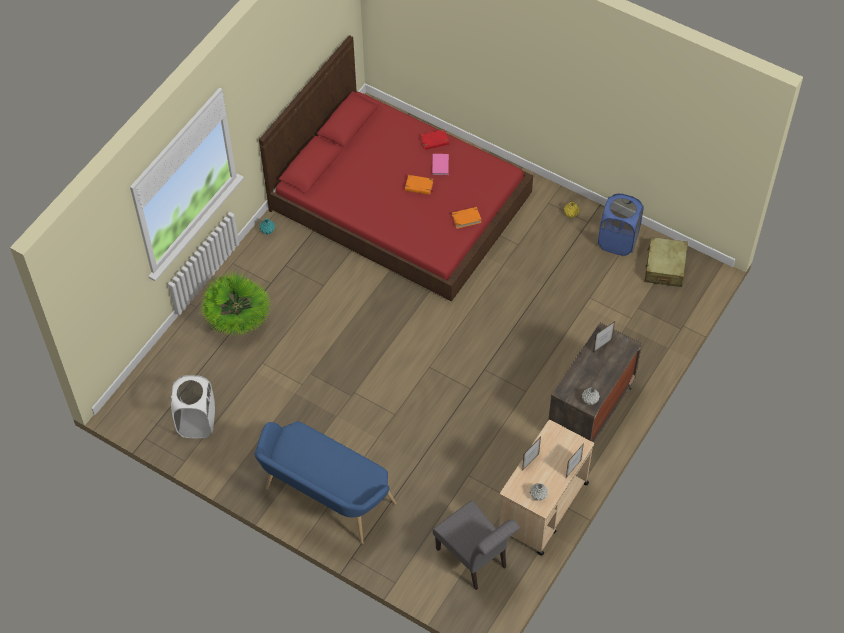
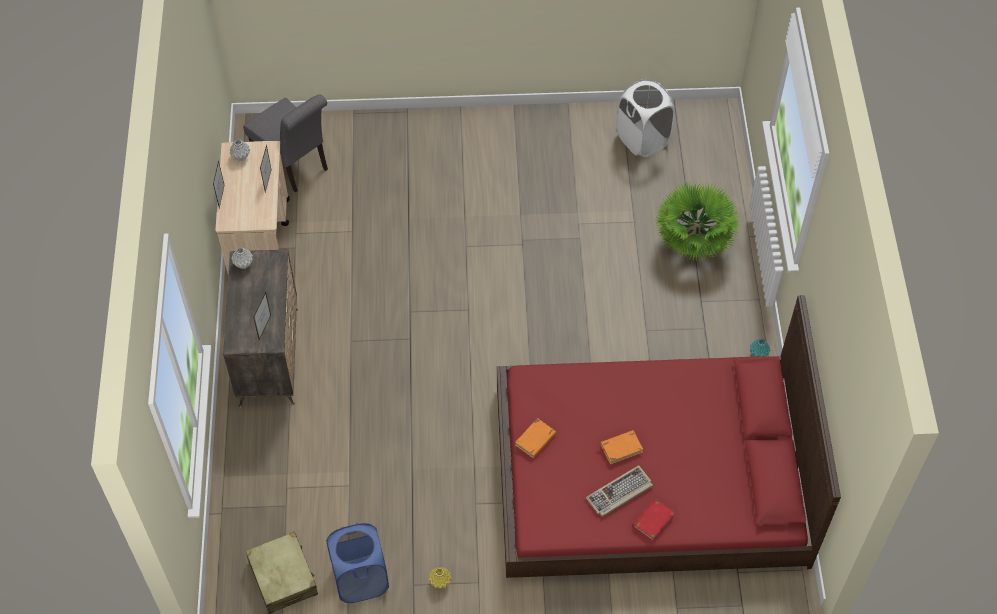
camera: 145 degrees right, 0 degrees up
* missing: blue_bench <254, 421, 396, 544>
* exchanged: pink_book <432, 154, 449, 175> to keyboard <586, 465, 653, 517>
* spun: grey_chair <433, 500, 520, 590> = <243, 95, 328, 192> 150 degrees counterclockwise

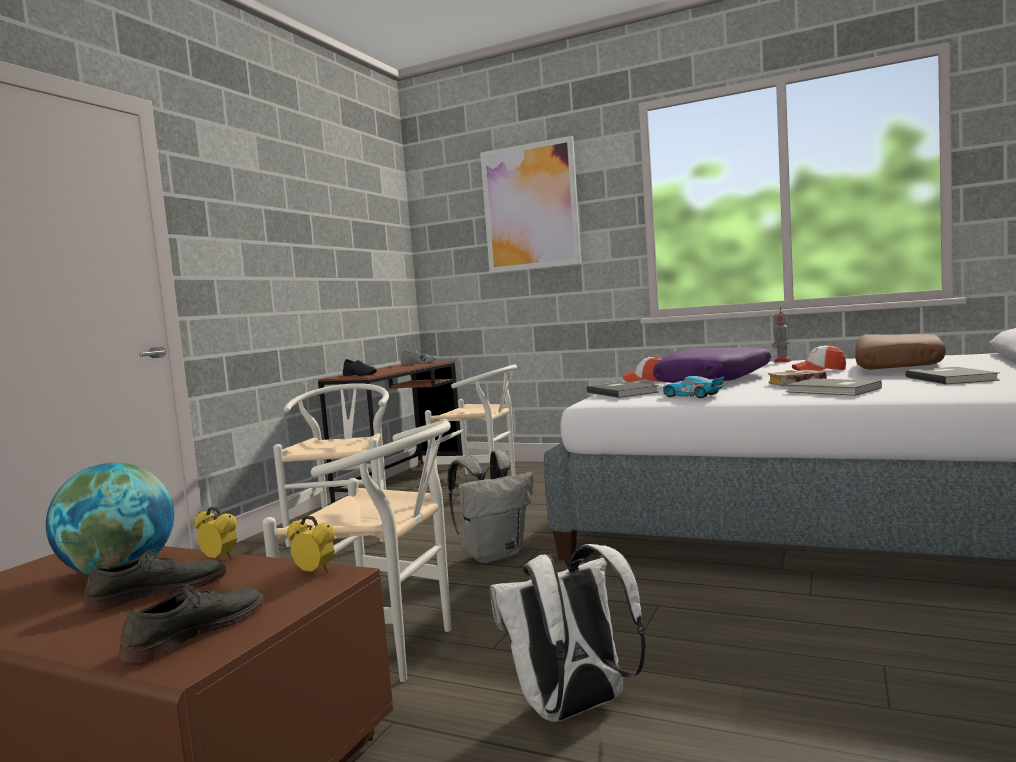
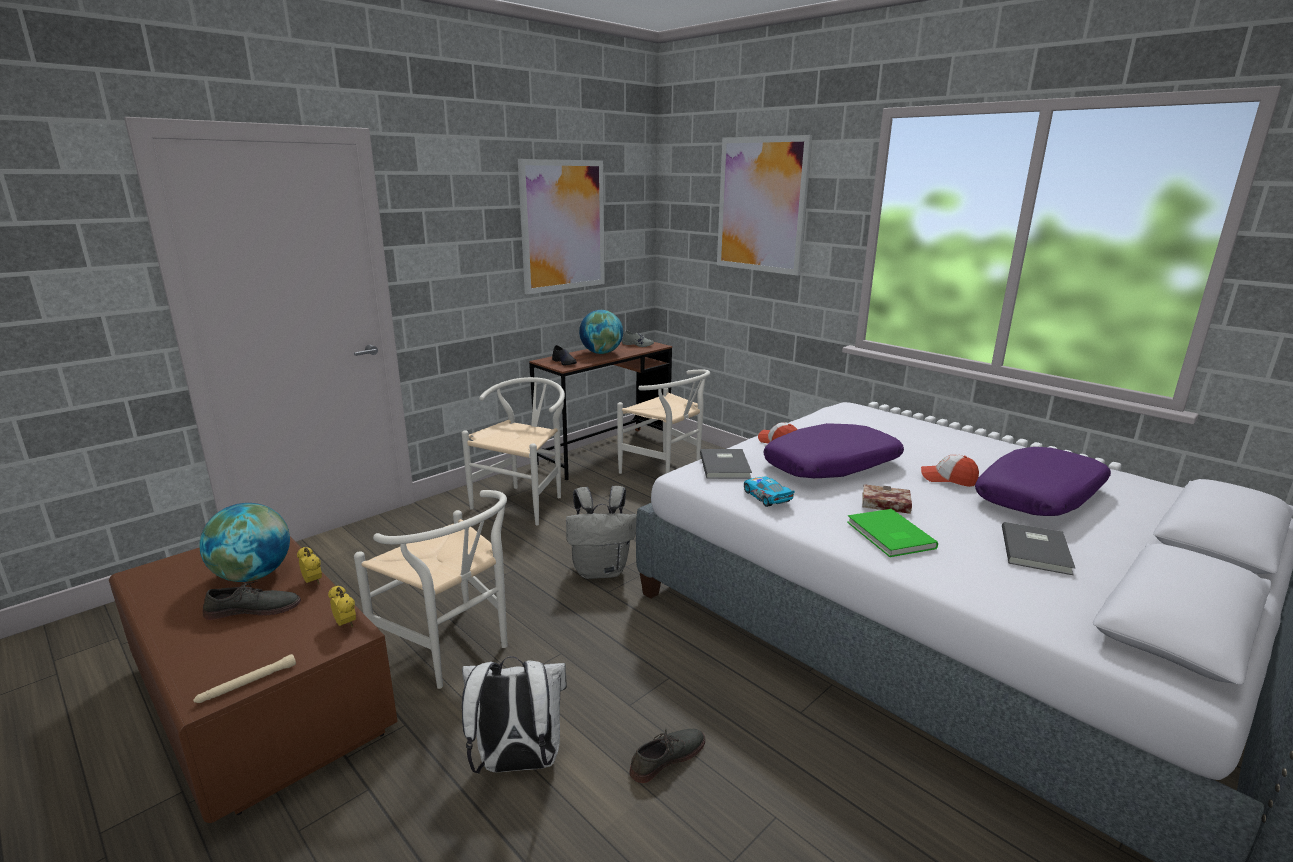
camera: 20 degrees right, 15 degrees up
* missing: toy_robot <772, 307, 792, 363>
* appeared: beige_flashlight <193, 654, 296, 703>
* appeared: picture <518, 159, 605, 294>
* appeared: globe <579, 310, 623, 354>
* relocated: grey_shoe <119, 582, 264, 665> to <629, 729, 705, 783>
* colour: grey_book <786, 378, 882, 396> to green_book <847, 509, 938, 557>
* colour: brown_pillow <855, 334, 946, 370> to purple_pillow <975, 447, 1111, 516>

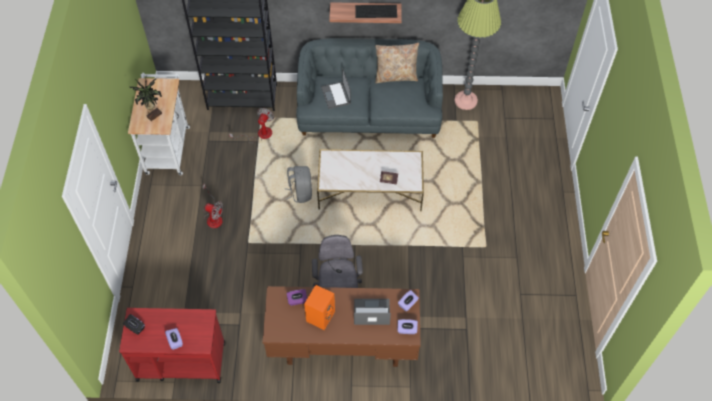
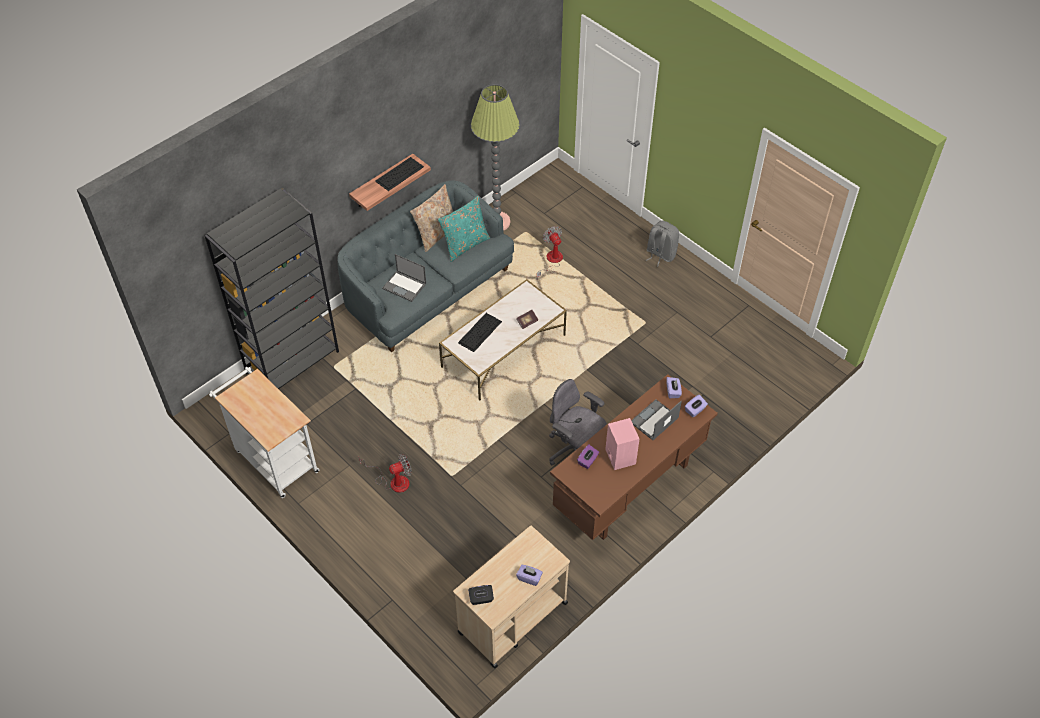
camera: 45 degrees left, 5 degrees down
* missing: potted_plant <130, 78, 162, 121>
* appeared: turquoise_pillow <438, 196, 490, 262>
* appeared: keyboard <458, 313, 502, 352>
* relocated: fan <229, 108, 274, 143> to <536, 226, 563, 279>
* relocated: grey_backpack <285, 166, 312, 203> to <646, 221, 679, 267>
* colour: red_cart <119, 308, 225, 383> to beige_cart <453, 526, 570, 668>
* colour: orange_speaker <304, 285, 335, 330> to pink_speaker <605, 418, 639, 470>

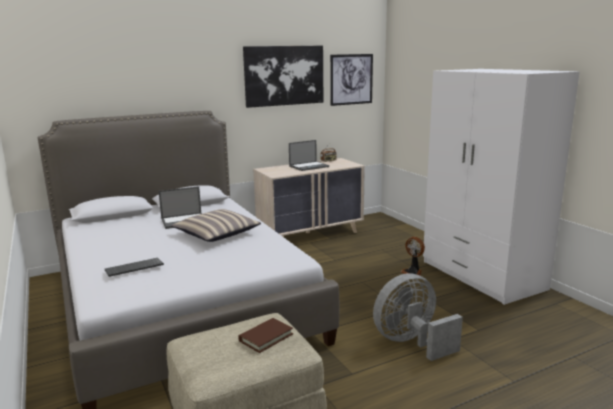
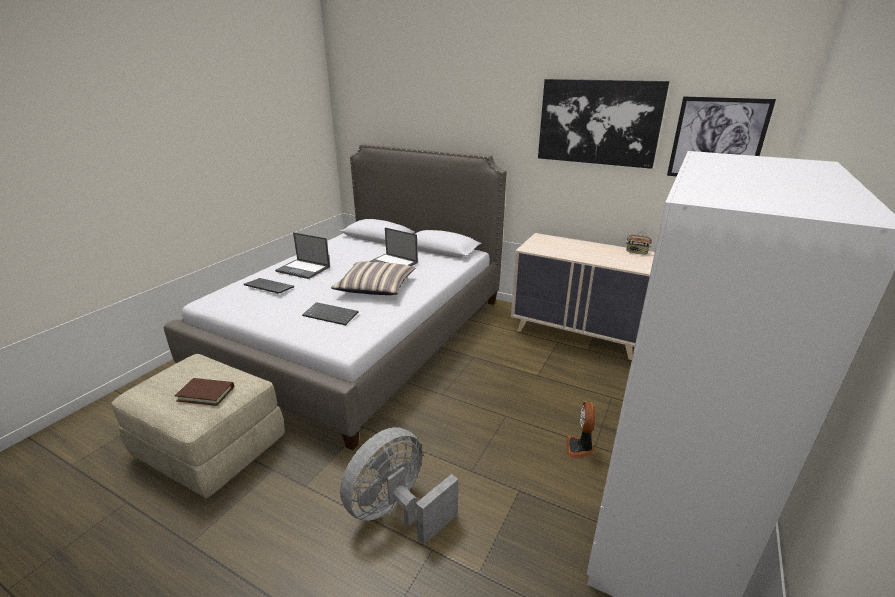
camera: 55 degrees right, 10 degrees up
* appeared: keyboard <302, 302, 358, 325>
* relocated: laptop <289, 140, 329, 171> to <275, 232, 330, 279>
* spun: grey_fan <373, 273, 463, 361> = <340, 427, 458, 545> 75 degrees counterclockwise

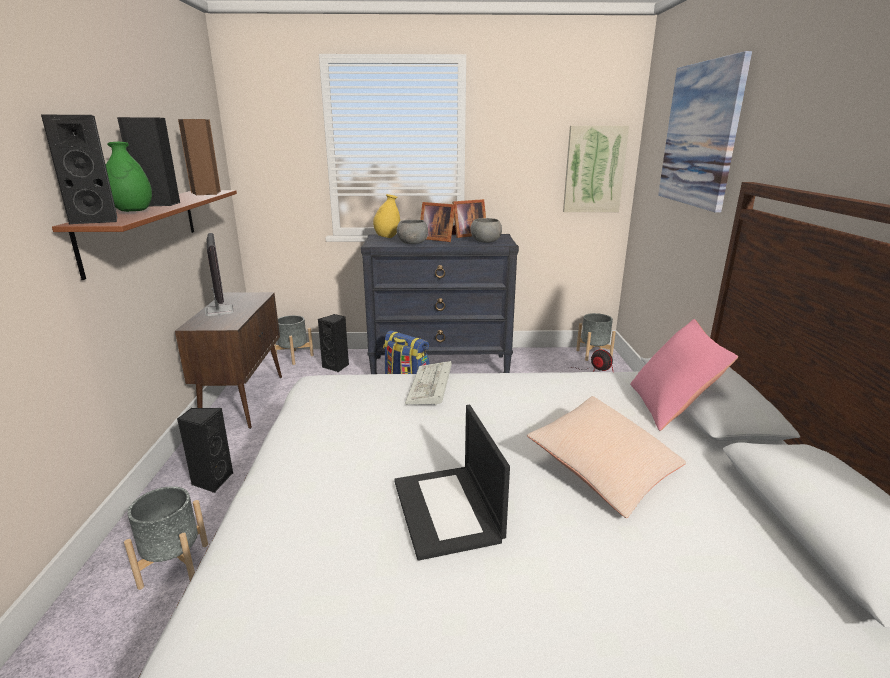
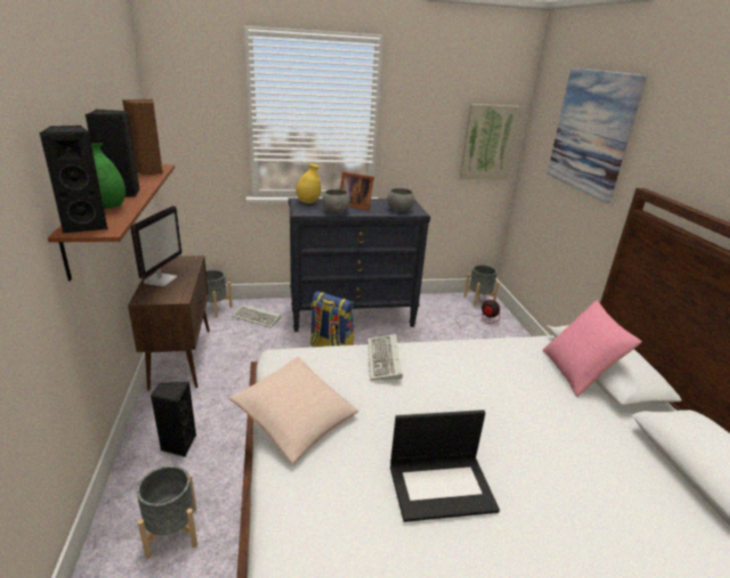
camera: 10 degrees left, 5 degrees up
* missing: picture_frame <452, 199, 486, 238>
* relocated: beige_pillow <527, 396, 686, 518> to <229, 357, 358, 464>
* exchanged: black_speaker <318, 314, 349, 372> to keyboard <232, 304, 281, 328>
* spun: monitor <205, 233, 234, 316> = <131, 206, 182, 287> 45 degrees clockwise
* spun: laptop <394, 405, 510, 561> = <390, 410, 500, 522> 75 degrees counterclockwise

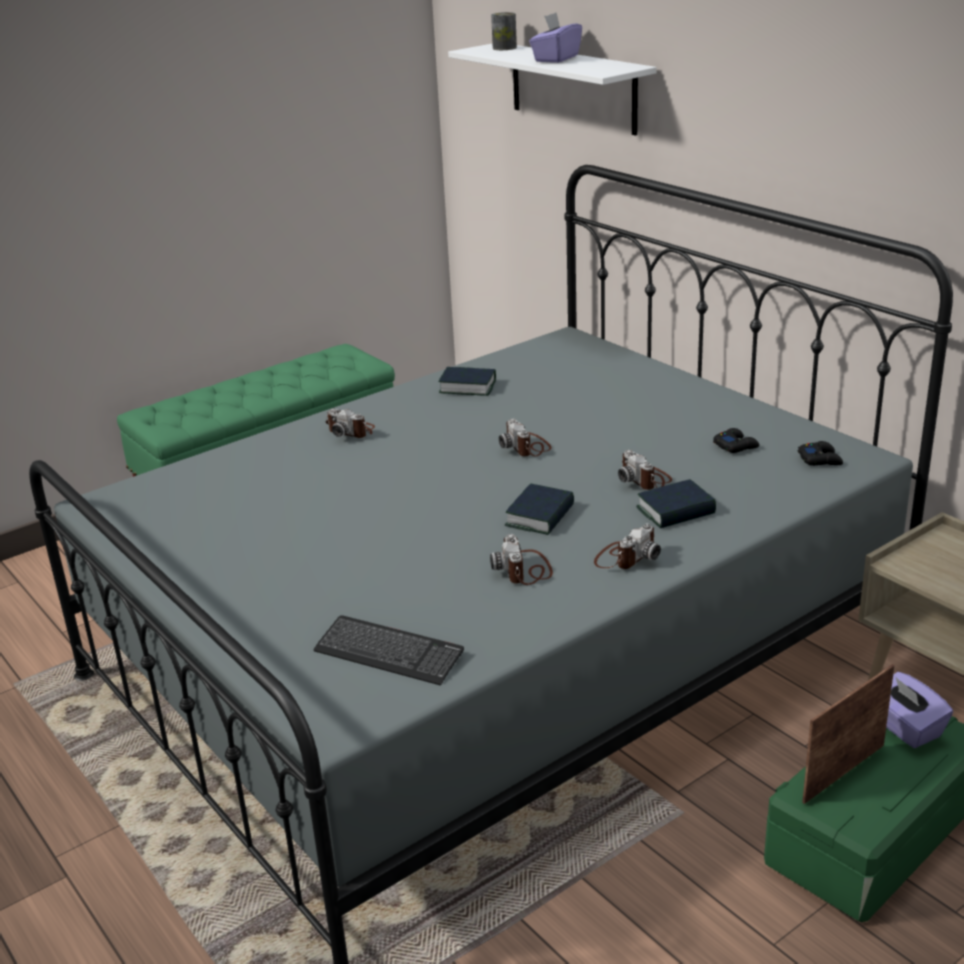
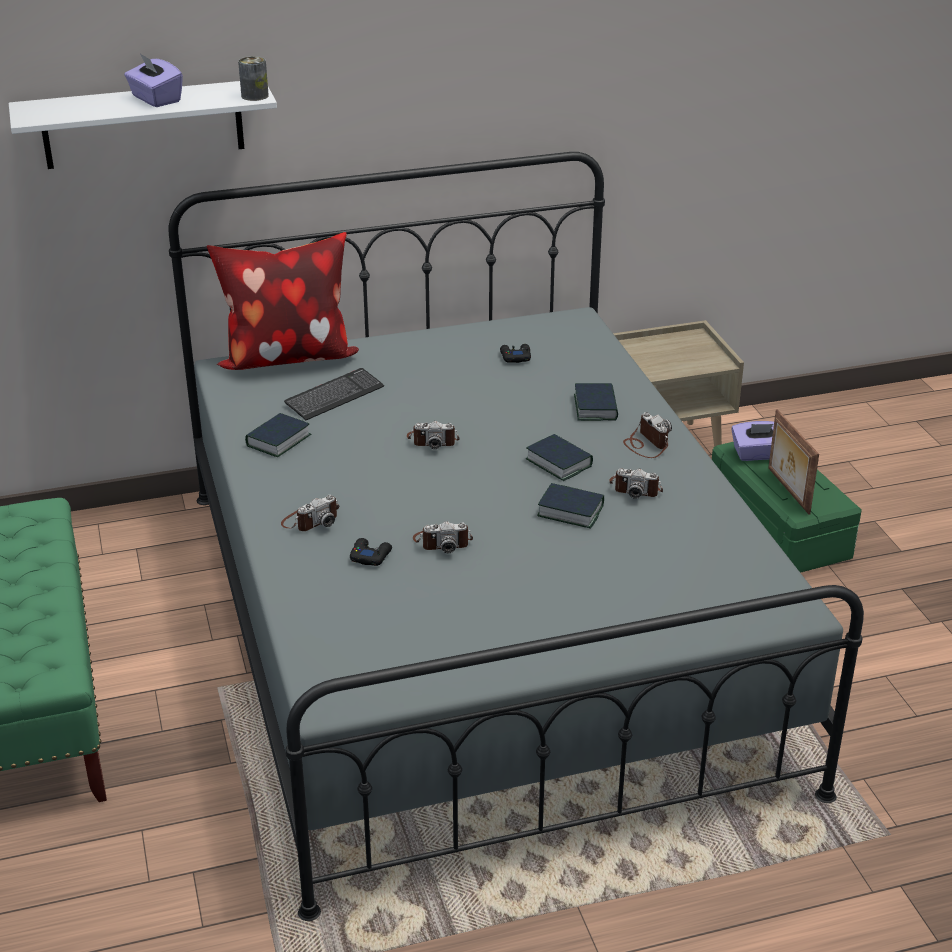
camera: 70 degrees left, 5 degrees up
* appeared: pillow <207, 232, 359, 370>
* appeared: book <537, 483, 604, 529>
* relocated: keyboard <314, 615, 464, 686> to <284, 368, 384, 420>
* relocated: can <491, 12, 517, 50> to <238, 56, 269, 101>
* relocated: photo_camera <618, 450, 672, 490> to <413, 521, 473, 553>
* relocated: black_game_controller <798, 441, 843, 466> to <350, 538, 392, 566>

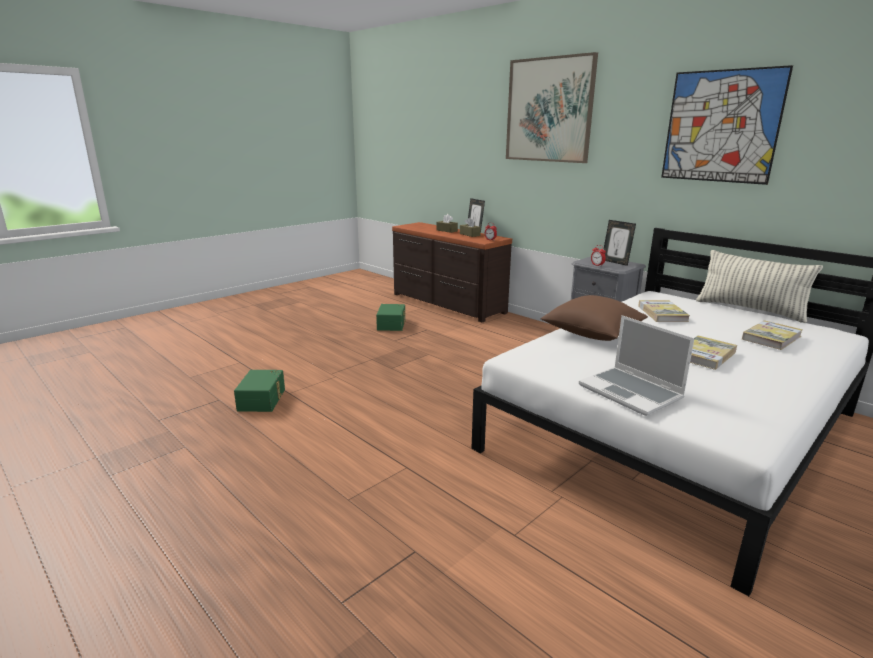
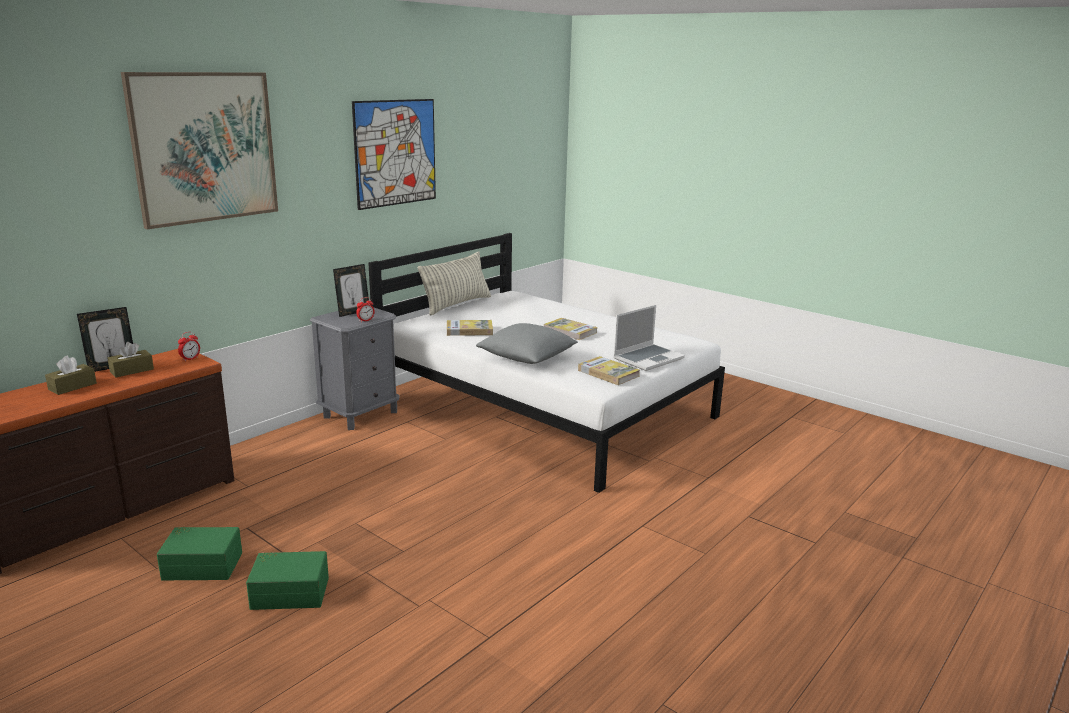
camera: 95 degrees left, 0 degrees up
* relocated: green_storage_box <234, 370, 285, 412> to <246, 551, 329, 610>
* relocated: book <742, 320, 803, 350> to <578, 356, 640, 385>
* colour: brown_pillow <541, 295, 648, 341> to grey_pillow <476, 323, 578, 364>

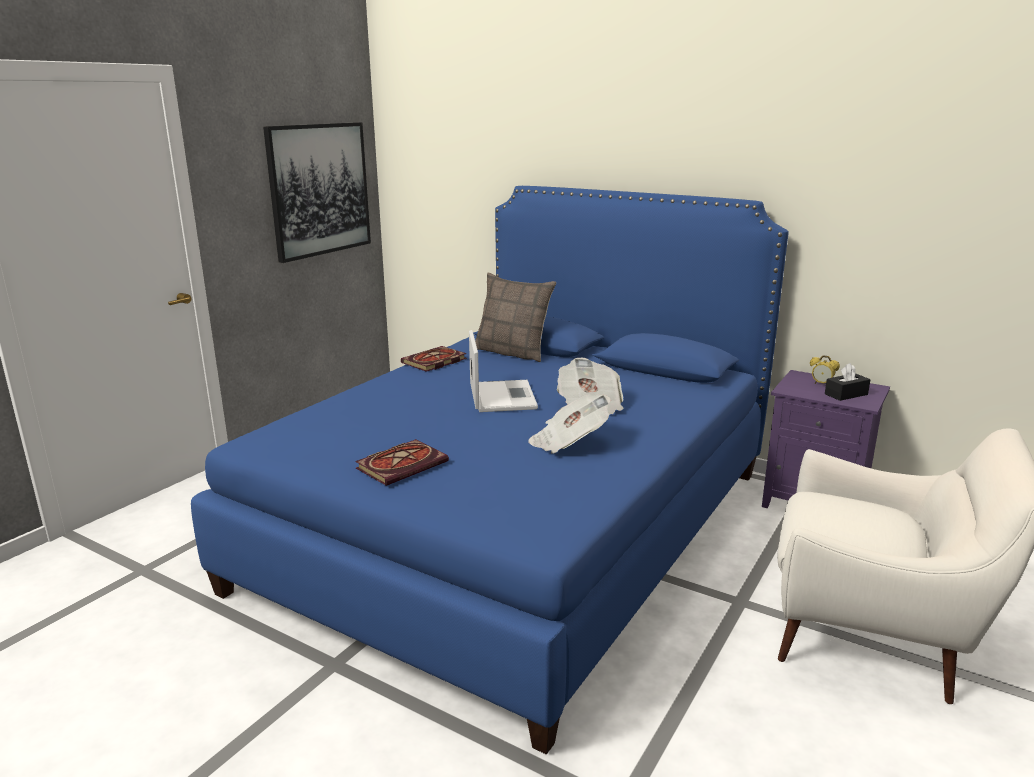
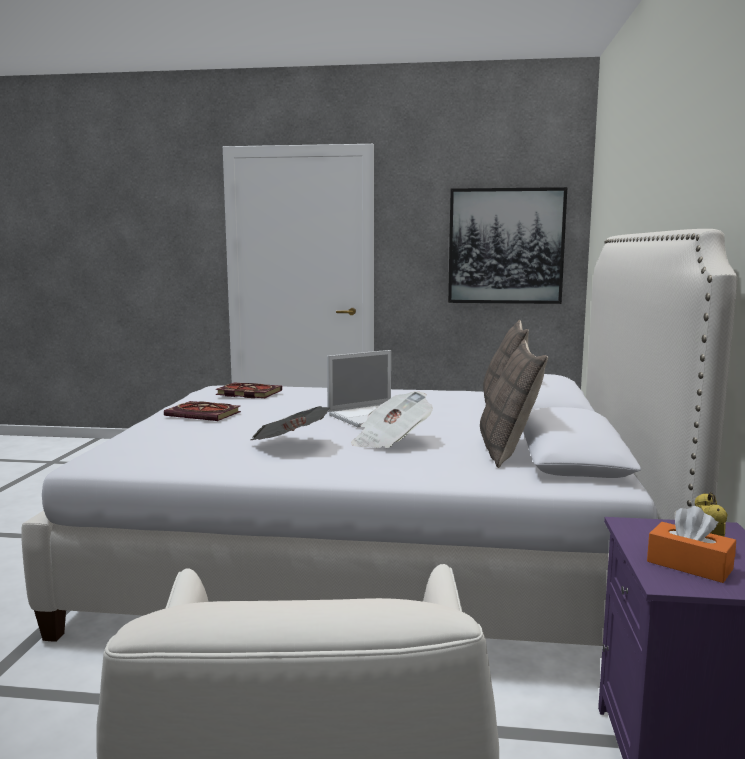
camera: 65 degrees right, 10 degrees down
* appeared: pillow <480, 339, 548, 468>
* relocated: book <401, 346, 467, 372> to <215, 382, 282, 398>
* colour: blue_bed <191, 186, 789, 755> to white_bed <21, 229, 737, 646>
* colour: black_tissue_box <825, 363, 871, 401> to orange_tissue_box <647, 506, 736, 583>

